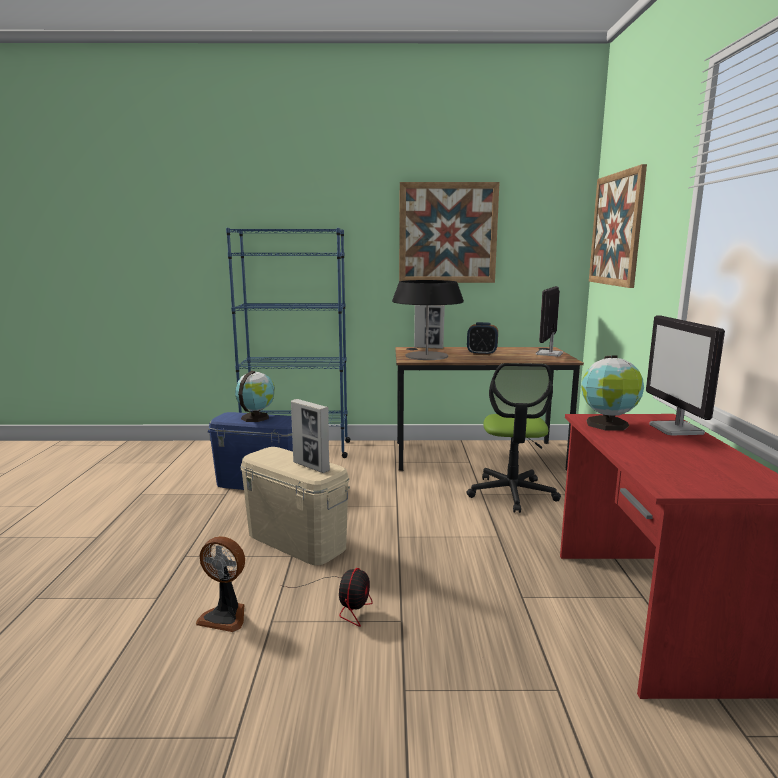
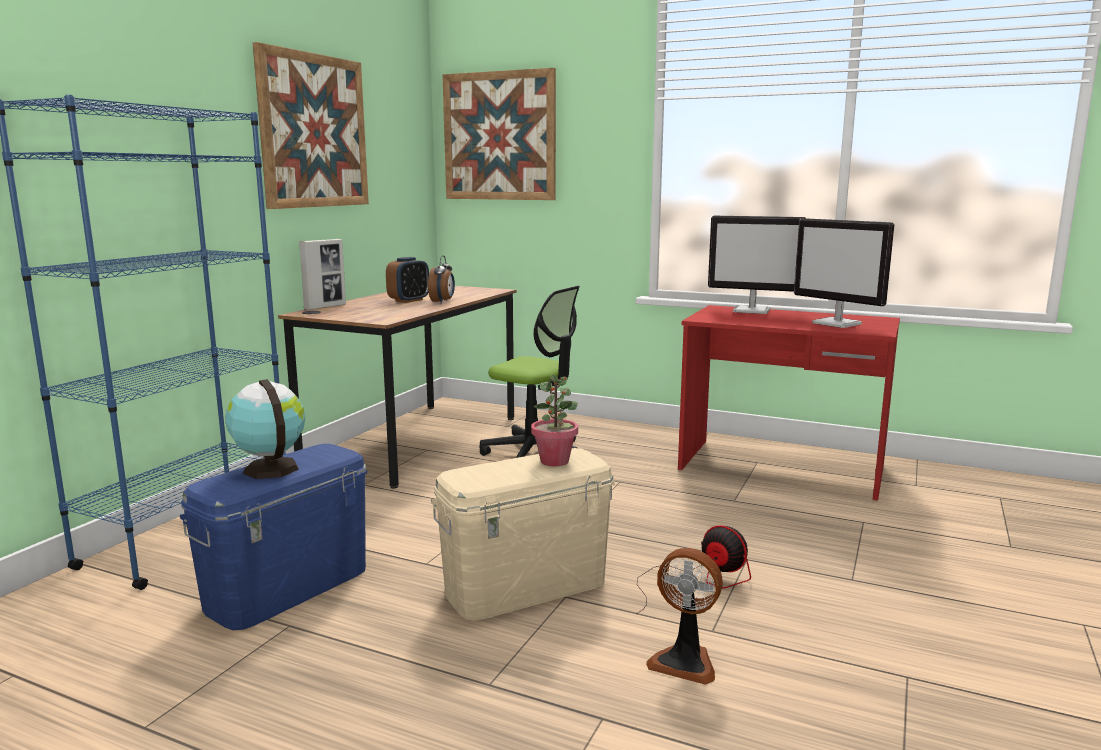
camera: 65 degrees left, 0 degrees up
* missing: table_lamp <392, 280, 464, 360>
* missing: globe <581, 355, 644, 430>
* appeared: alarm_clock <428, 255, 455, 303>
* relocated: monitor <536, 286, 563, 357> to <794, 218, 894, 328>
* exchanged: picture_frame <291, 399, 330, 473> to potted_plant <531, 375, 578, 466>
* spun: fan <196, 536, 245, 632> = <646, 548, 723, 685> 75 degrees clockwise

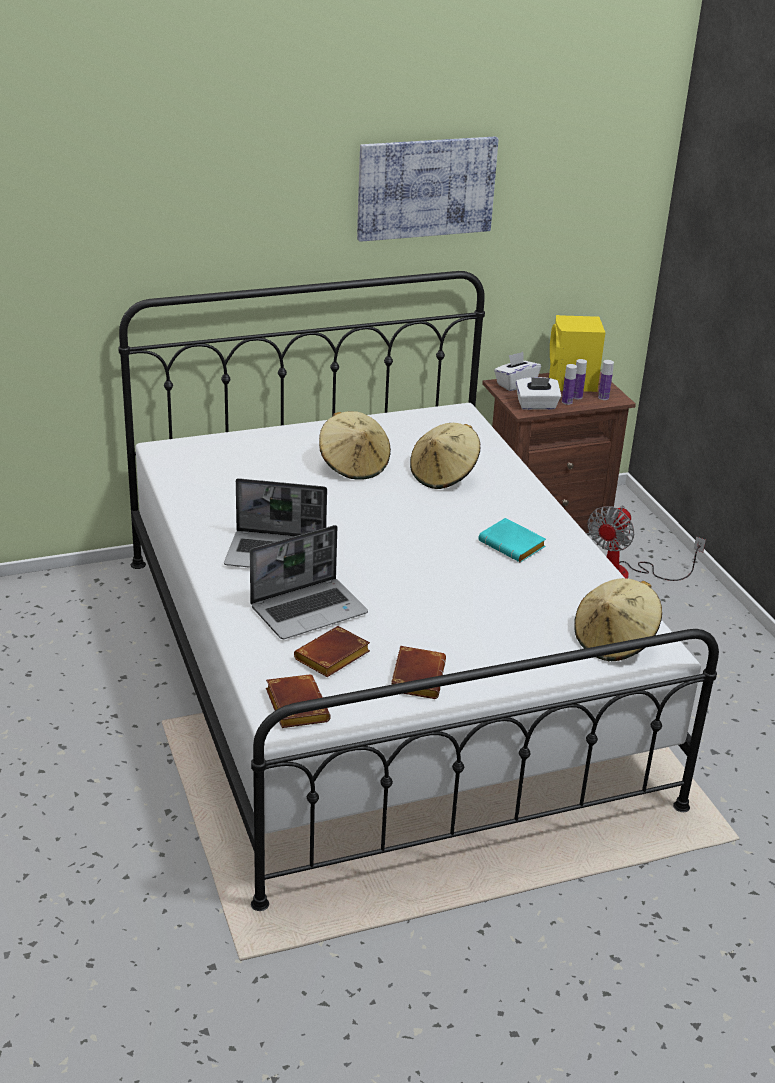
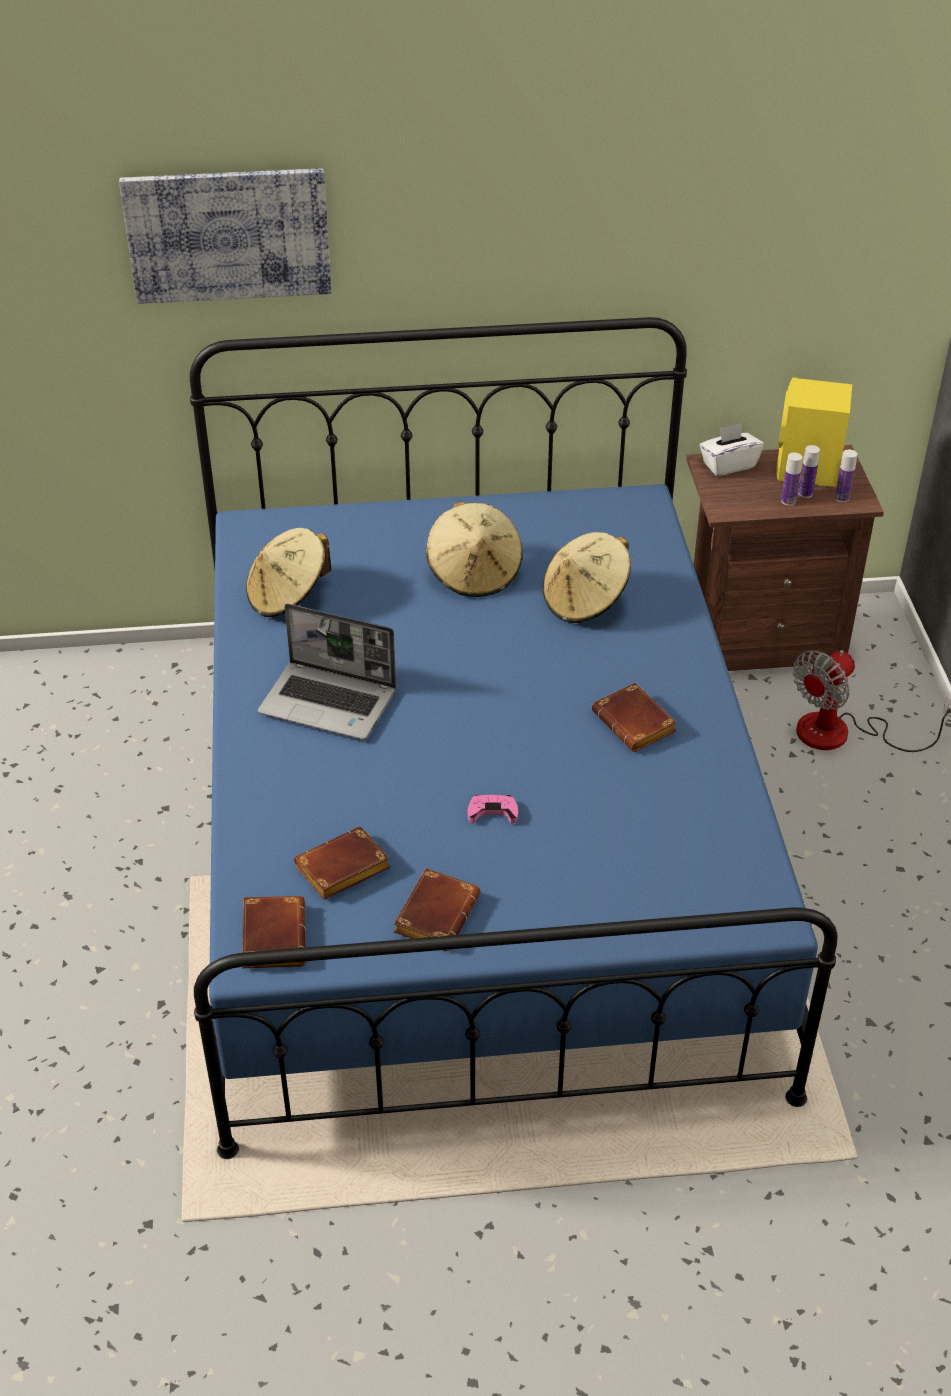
camera: 15 degrees right, 10 degrees up
* missing: laptop <250, 525, 368, 639>
* missing: white_tissue_box <516, 377, 561, 410>
* appeared: pink_game_controller <468, 795, 518, 824>
* relocated: picture <357, 137, 499, 242> to <119, 168, 332, 304>
* relocated: beige_hat <574, 578, 662, 662> to <246, 528, 331, 617>
* colour: white_bed <118, 271, 719, 911> to blue_bed <190, 317, 837, 1159>
* colour: turquoise_book <479, 518, 546, 562> to brown_book <592, 683, 677, 752>

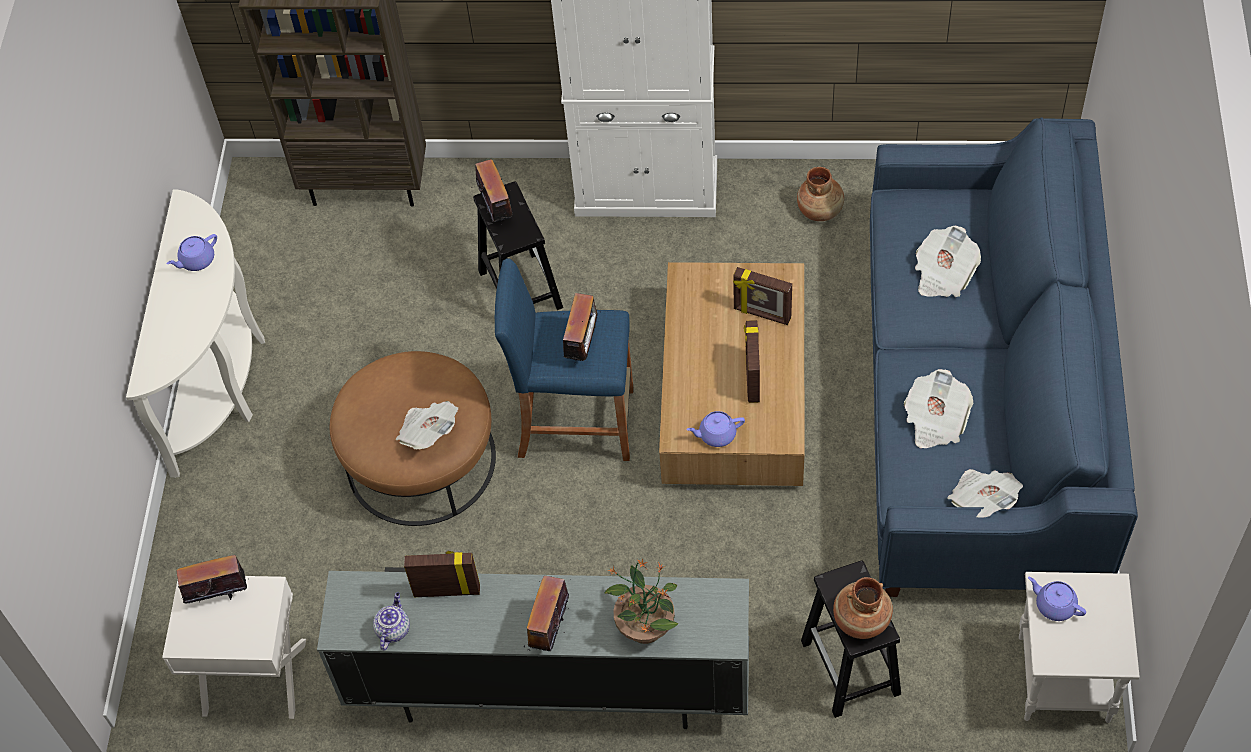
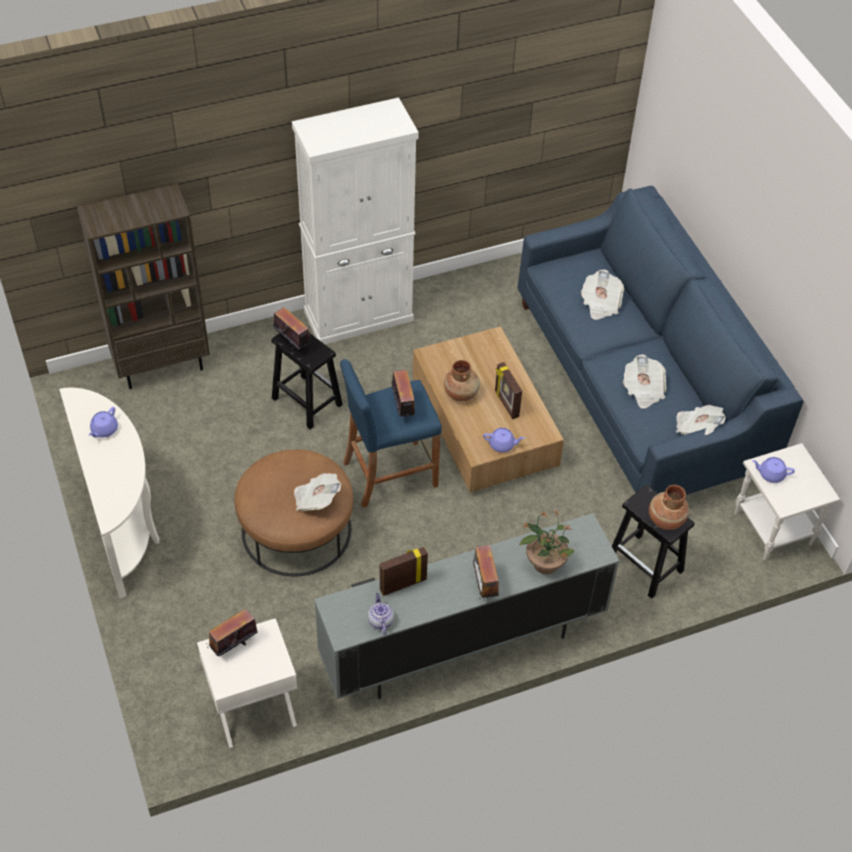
camera: 30 degrees left, 5 degrees down
* missing: picture_frame <733, 267, 792, 325>
* relocated: brown_vase <797, 167, 844, 221> to <444, 360, 480, 401>
* spun: purple_teapot <686, 411, 745, 447> = <483, 428, 525, 452> 135 degrees counterclockwise

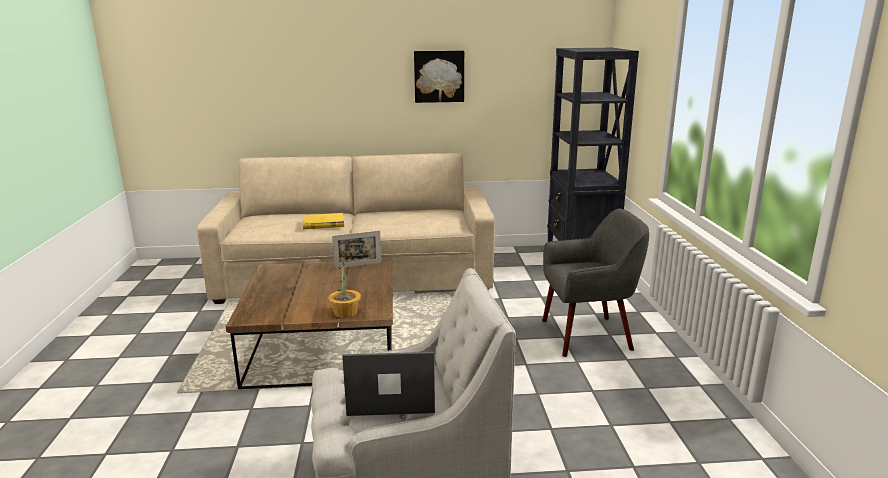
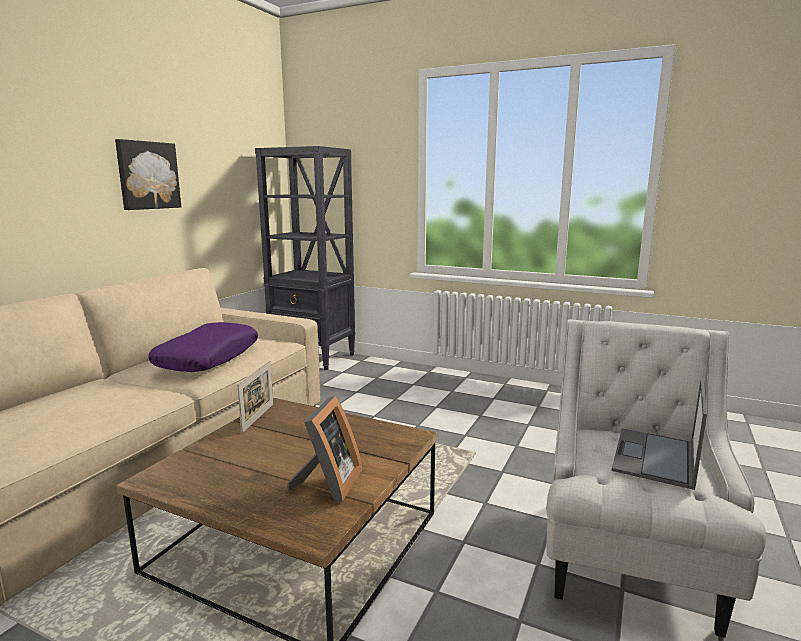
camera: 60 degrees left, 5 degrees down
* missing: yellow_book <303, 213, 344, 230>
* missing: potted_plant <329, 262, 361, 318>
* missing: grey_armchair <542, 209, 649, 357>
* appeared: purple_pillow <148, 322, 258, 372>
* appeared: picture_frame <287, 396, 363, 503>

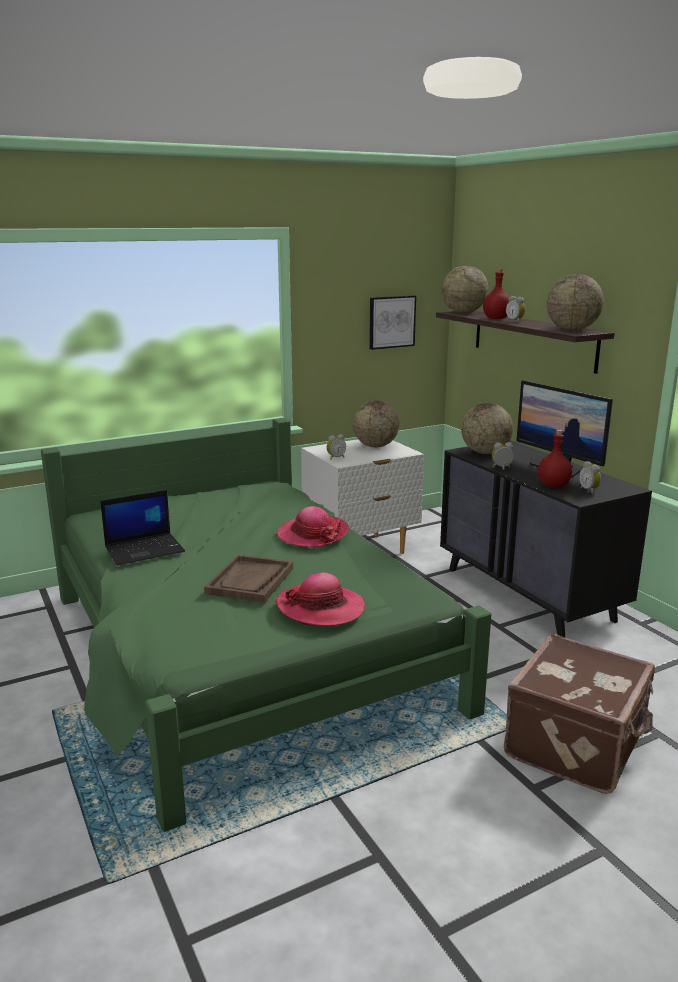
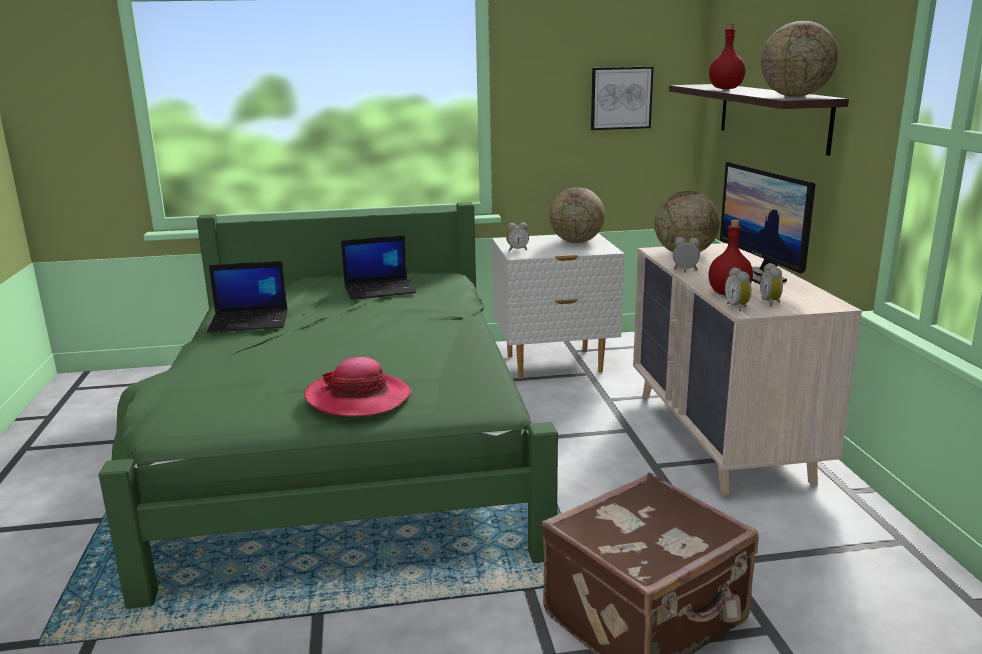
camera: 20 degrees right, 0 degrees up
* missing: brown_tray <204, 554, 293, 603>
* missing: hat <277, 506, 349, 547>
* missing: globe <442, 265, 488, 313>
* appeared: laptop <341, 235, 417, 300>
* relocated: alarm_clock <506, 296, 525, 323> to <725, 267, 751, 312>
* colour: black_dresser <440, 440, 652, 637> to beige_dresser <633, 243, 862, 495>

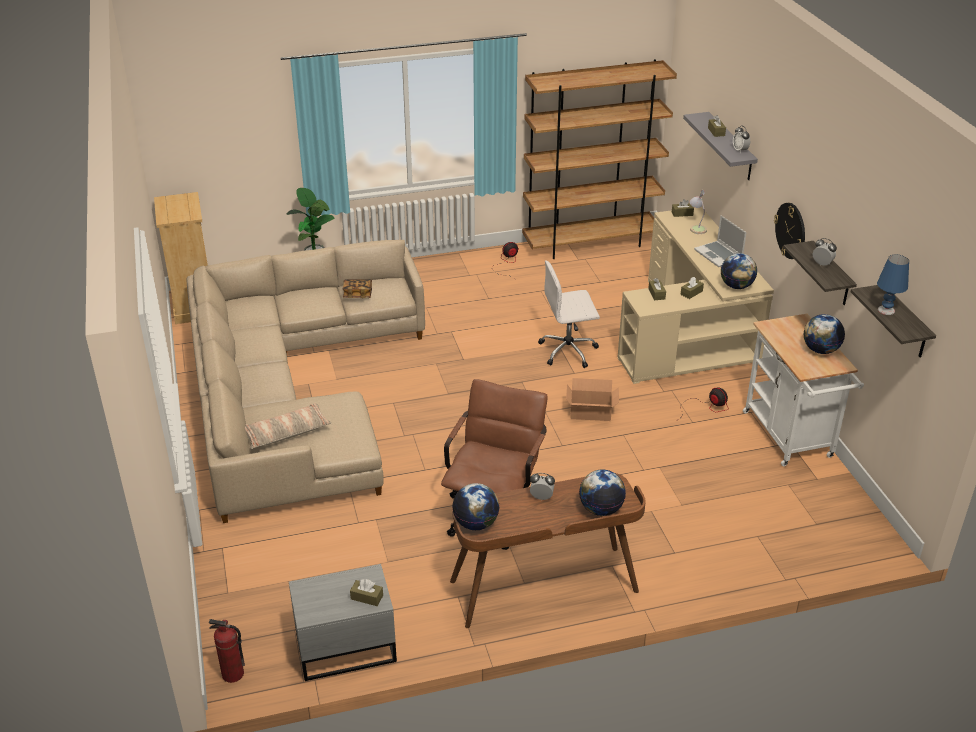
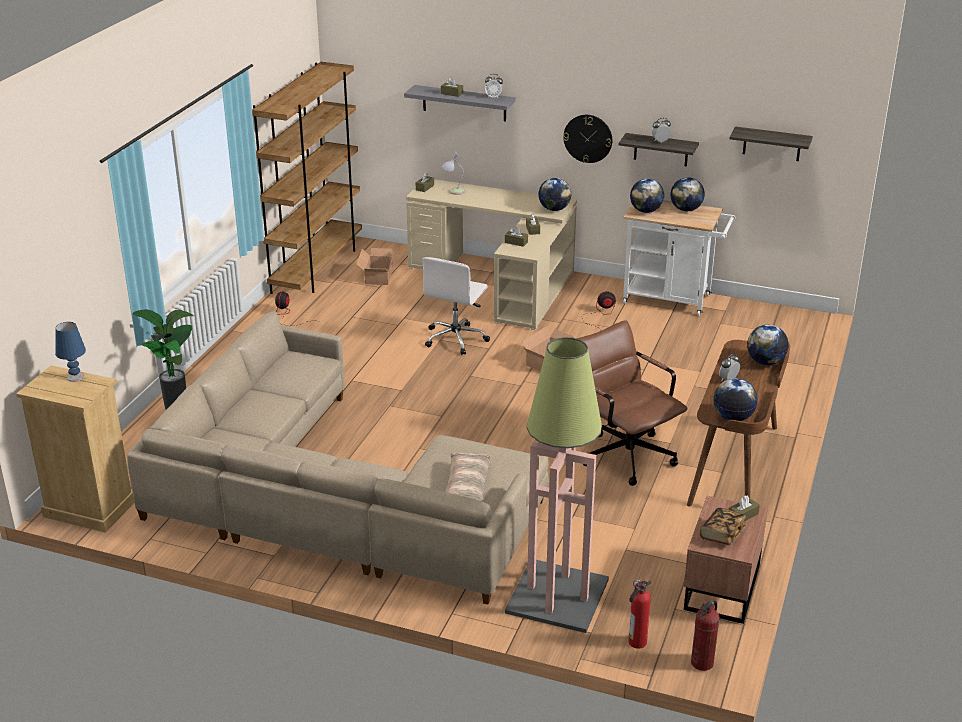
camera: 55 degrees left, 5 degrees down
* missing: laptop <694, 215, 747, 267>
* appeared: cardboard_box <356, 248, 397, 285>
* appeared: floor_lamp <505, 337, 609, 633>
* appeared: fire_extinguisher <628, 579, 652, 649>
* appeared: globe <630, 179, 664, 213>
* relocated: book <343, 279, 372, 298> to <700, 508, 746, 545>
* relocated: blue_table_lamp <877, 255, 909, 315> to <55, 322, 86, 382>
* colour: grey_nightstand <289, 564, 397, 681> to brown_nightstand <684, 496, 768, 624>

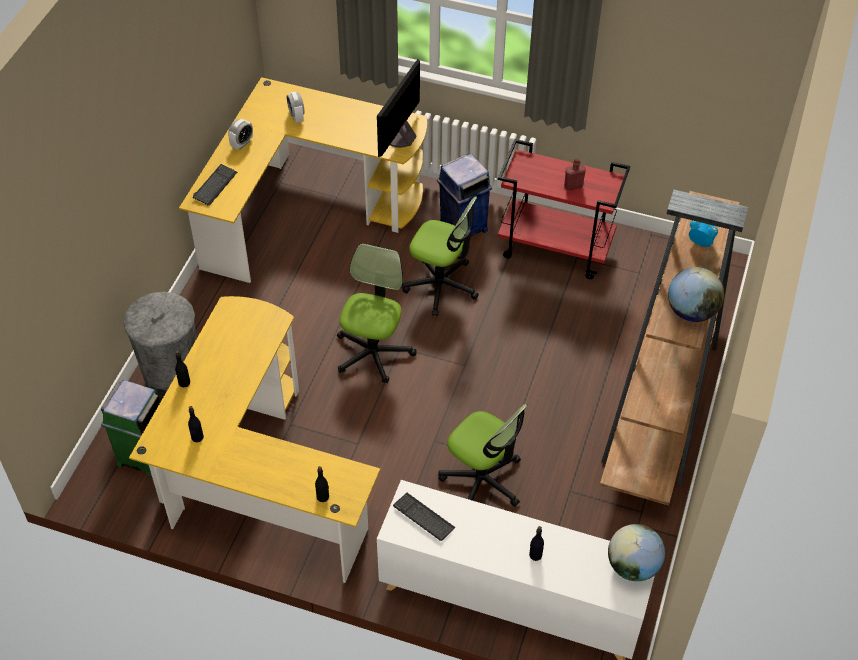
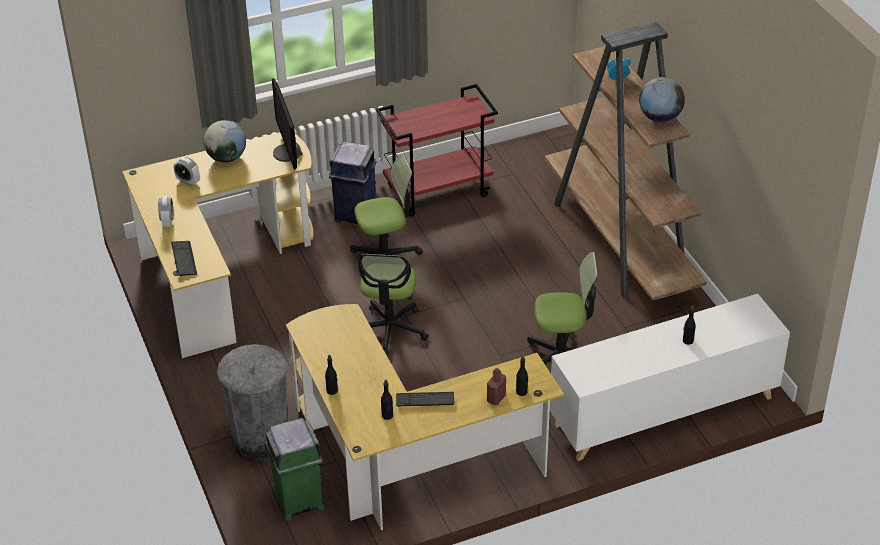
camera: 40 degrees left, 10 degrees down
* relocated: keyboard <393, 493, 456, 541> to <396, 392, 454, 406>
* relocated: red_bottle <564, 158, 586, 191> to <487, 368, 506, 405>
* relocated: globe <608, 524, 665, 581> to <204, 120, 246, 163>
* spun: office_chair <337, 243, 417, 383> = <358, 254, 429, 356> 150 degrees counterclockwise

